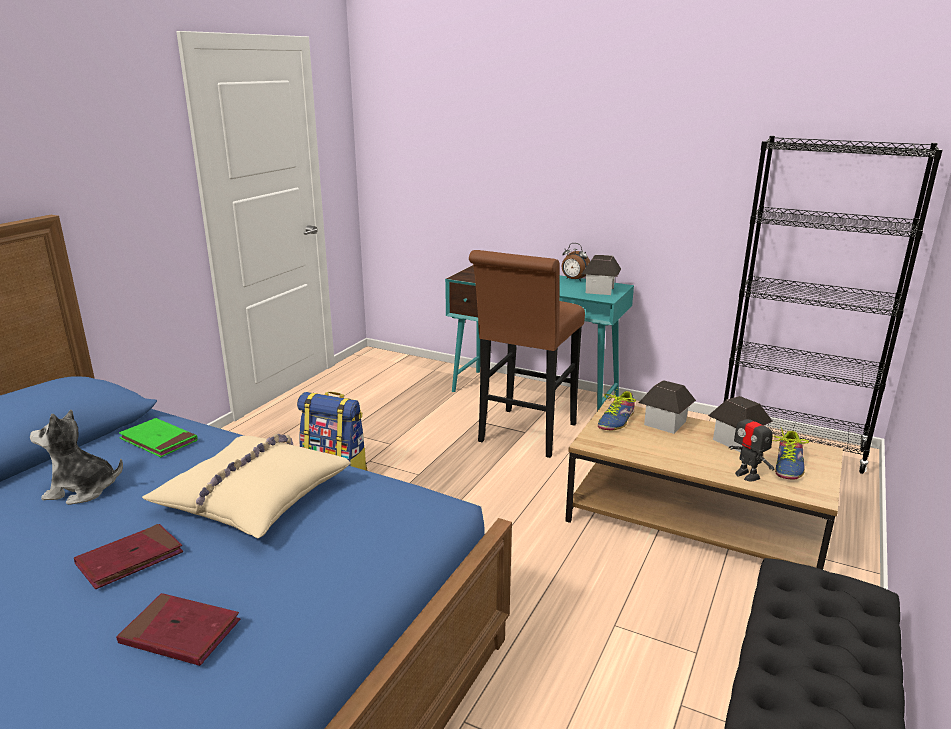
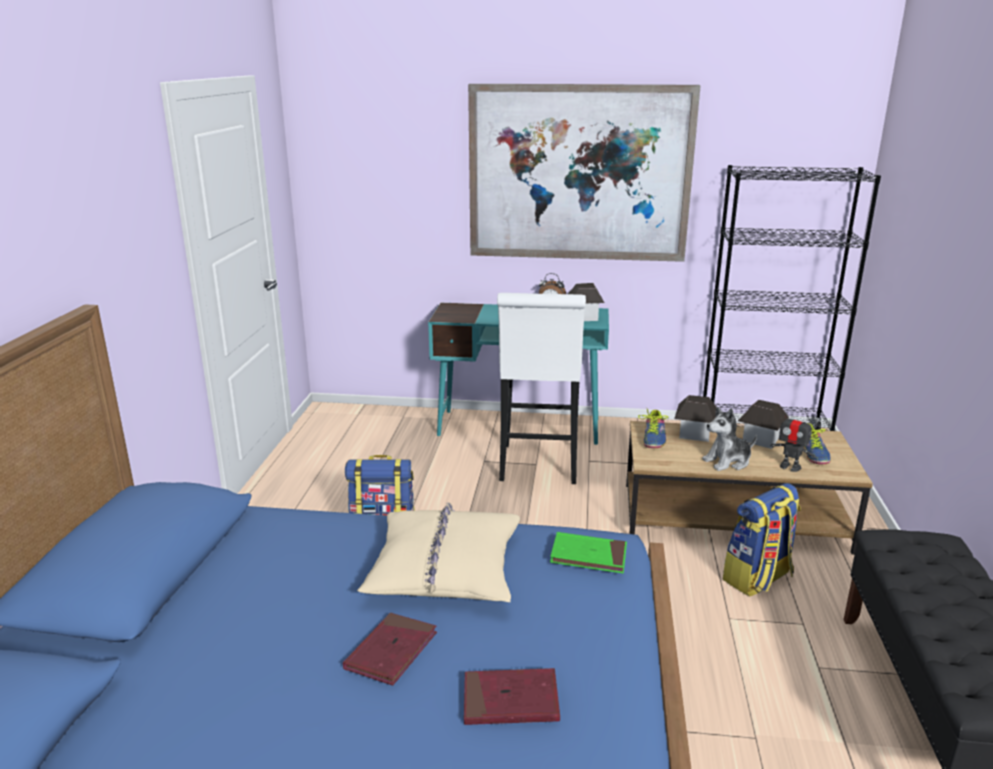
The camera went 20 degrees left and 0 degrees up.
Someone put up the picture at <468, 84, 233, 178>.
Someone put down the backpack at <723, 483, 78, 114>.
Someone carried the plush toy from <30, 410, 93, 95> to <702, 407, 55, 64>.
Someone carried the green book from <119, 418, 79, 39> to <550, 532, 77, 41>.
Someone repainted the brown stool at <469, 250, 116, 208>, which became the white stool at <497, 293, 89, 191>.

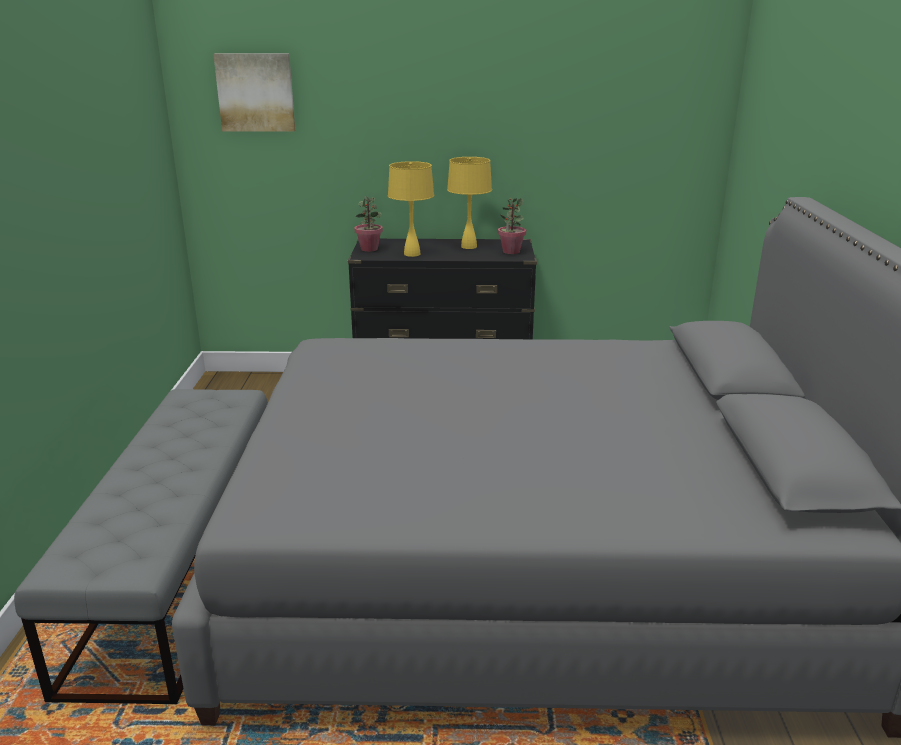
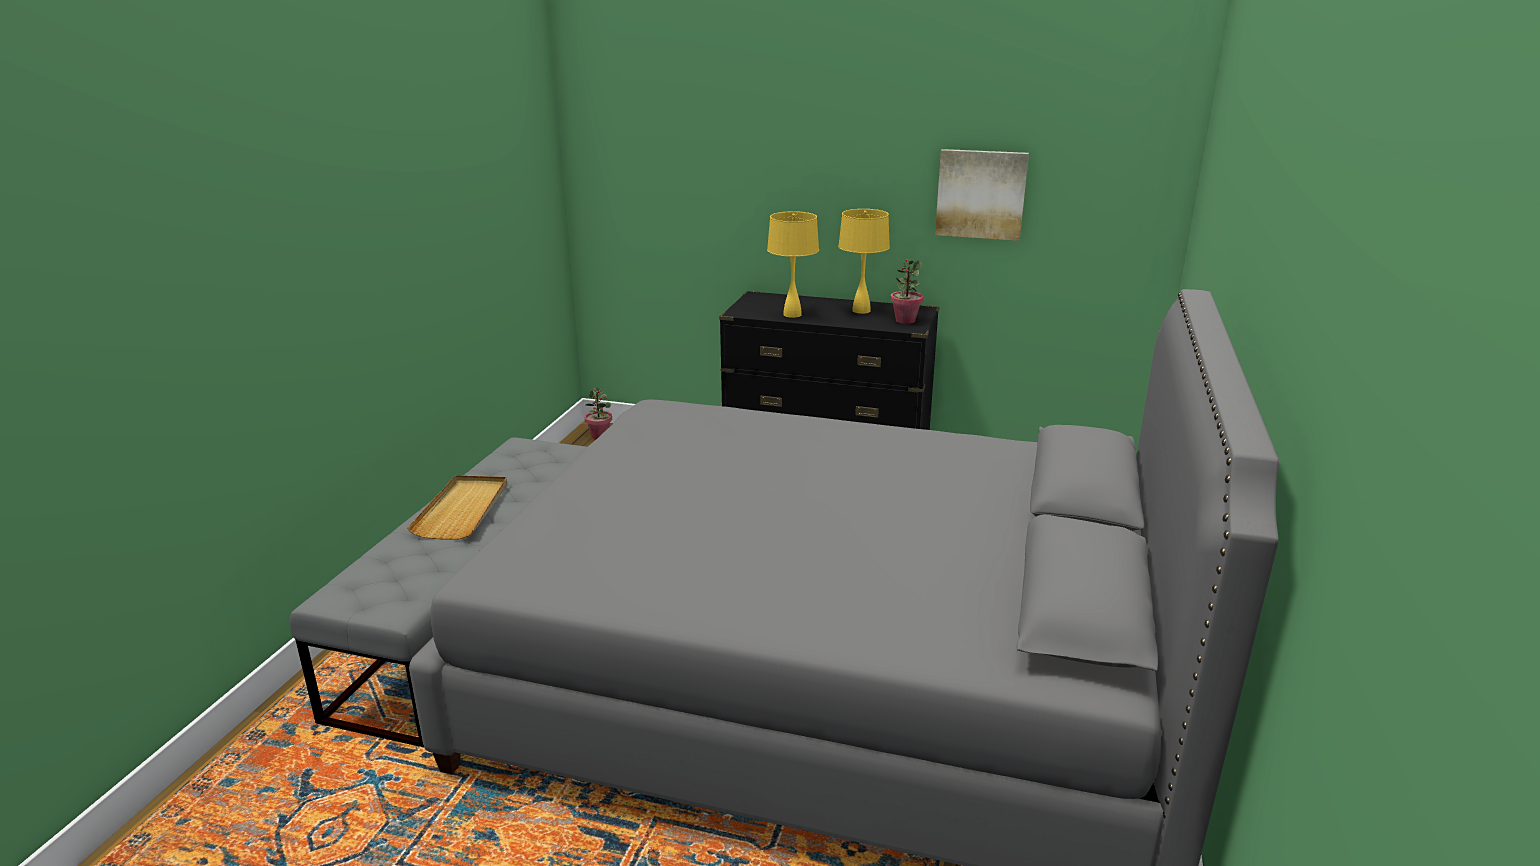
The camera went 15 degrees right and 0 degrees up.
Someone put down the beige tray at <407, 475, 100, 64>.
Someone carried the picture from <213, 53, 82, 79> to <935, 149, 94, 92>.
Someone carried the potted plant from <355, 197, 28, 55> to <585, 387, 27, 52>.

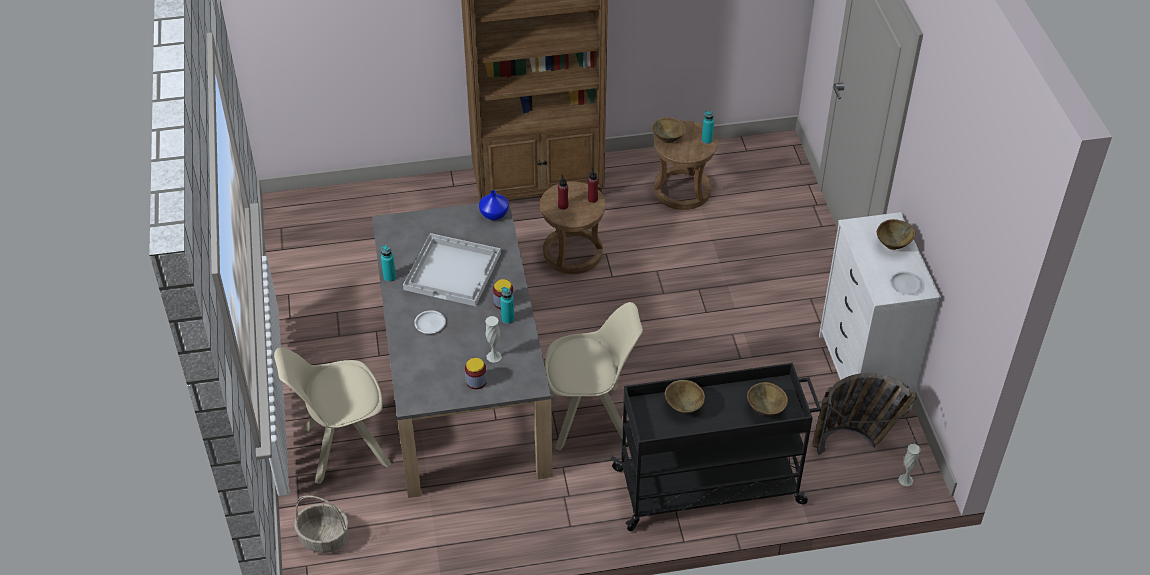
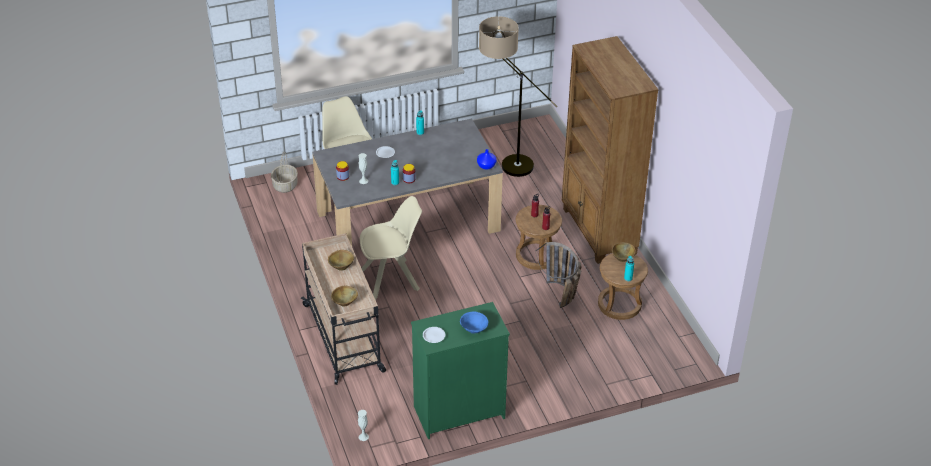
The camera went 80 degrees right and 5 degrees down.
Someone took away the white tray at <403, 233, 98, 73>.
Someone put down the floor lamp at <479, 16, 79, 161>.
Someone carried the basket from <813, 373, 104, 82> to <535, 242, 47, 66>.
Someone repainted the black cart at <610, 363, 211, 168>, which became the beige cart at <301, 233, 85, 152>.
Someone repainted the white dresser at <819, 212, 122, 199>, which became the green dresser at <411, 302, 99, 137>.
Someone repainted the brown bowl at <877, 219, 39, 31>, which became the blue bowl at <460, 311, 28, 22>.
Someone rotated the beige chair at <545, 302, 98, 148> by 90 degrees counterclockwise.

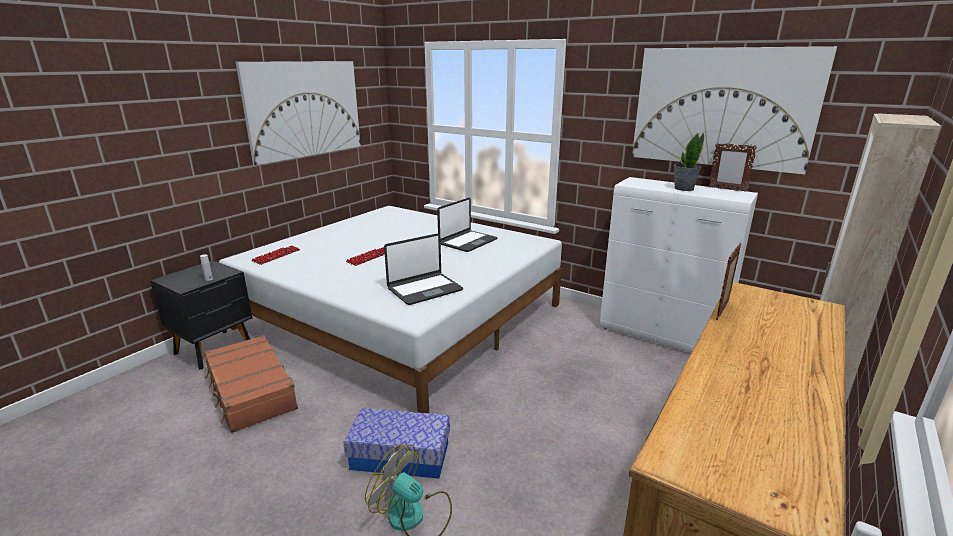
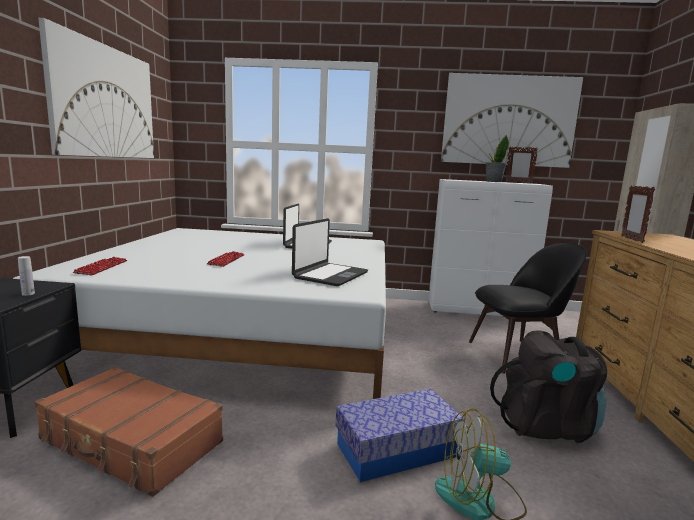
The camera went 30 degrees left and 10 degrees down.
Someone put down the black chair at <469, 242, 118, 132>.
Someone put down the black backpack at <490, 330, 117, 113>.

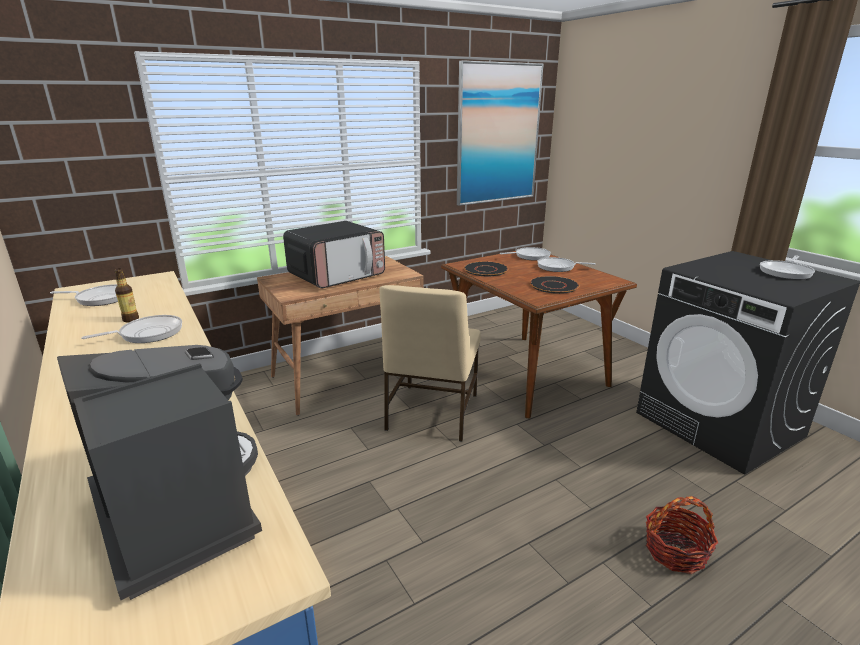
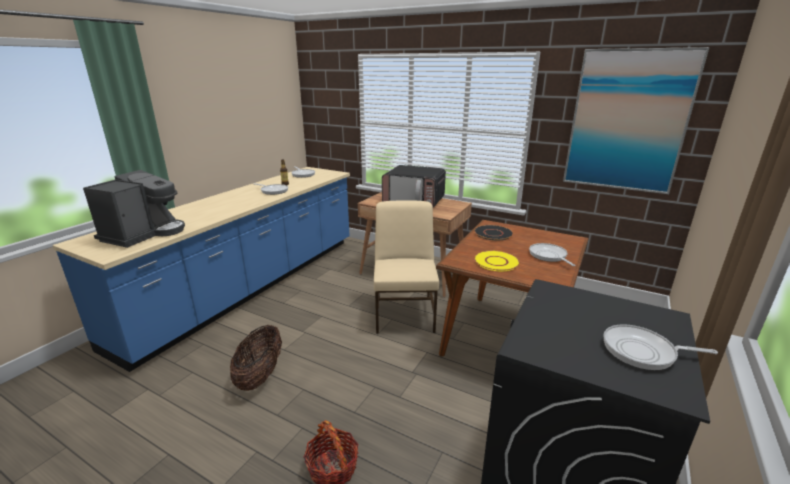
The camera went 60 degrees right and 0 degrees up.
Someone took away the frying pan at <500, 247, 51, 14>.
Someone put down the basket at <230, 325, 52, 66>.
Someone repainted the black plate at <530, 276, 50, 18>, which became the yellow plate at <474, 251, 46, 20>.
Someone rotated the beige chair at <379, 285, 102, 157> by 105 degrees clockwise.

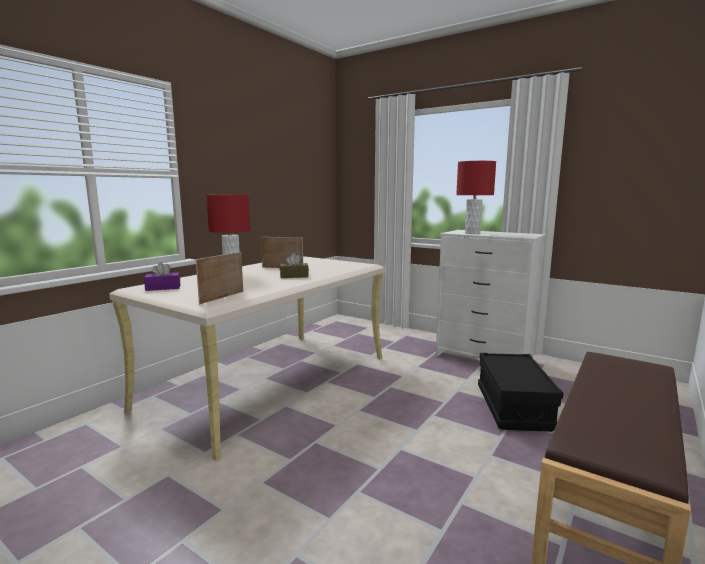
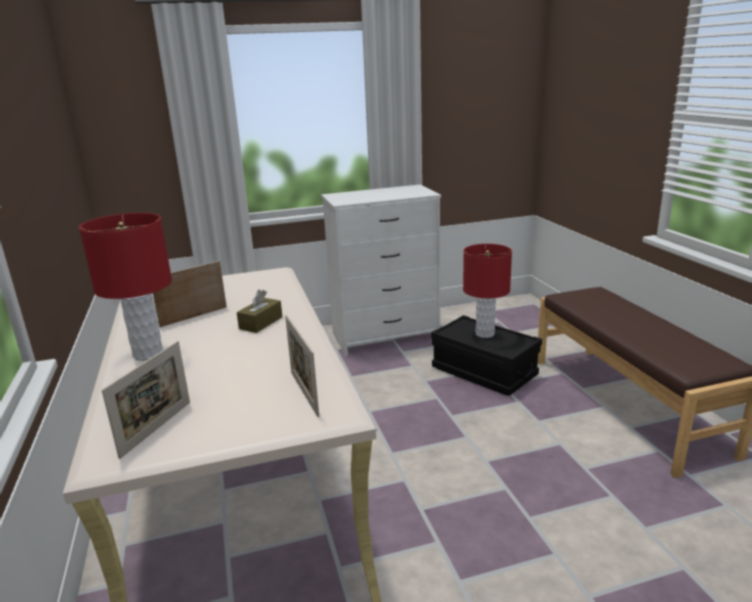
The camera went 50 degrees left and 10 degrees up.
Someone carried the red table lamp from <456, 161, 40, 73> to <463, 244, 49, 94>.
Someone swapped the purple tissue box at <144, 262, 36, 29> for the picture frame at <102, 341, 88, 118>.

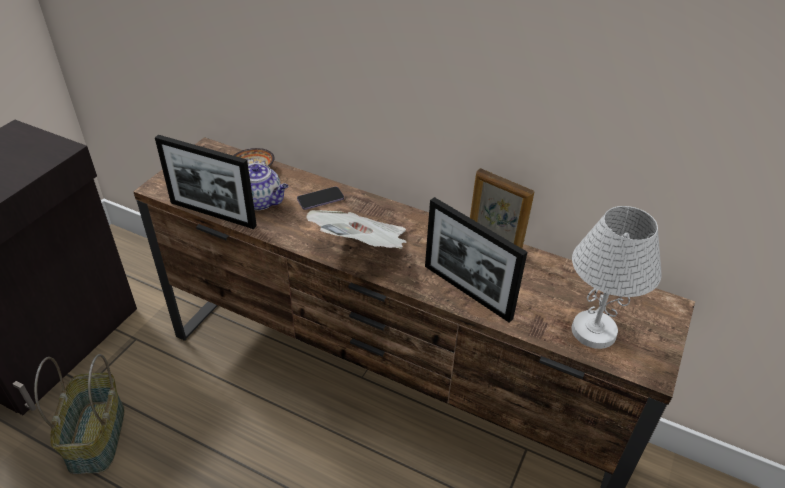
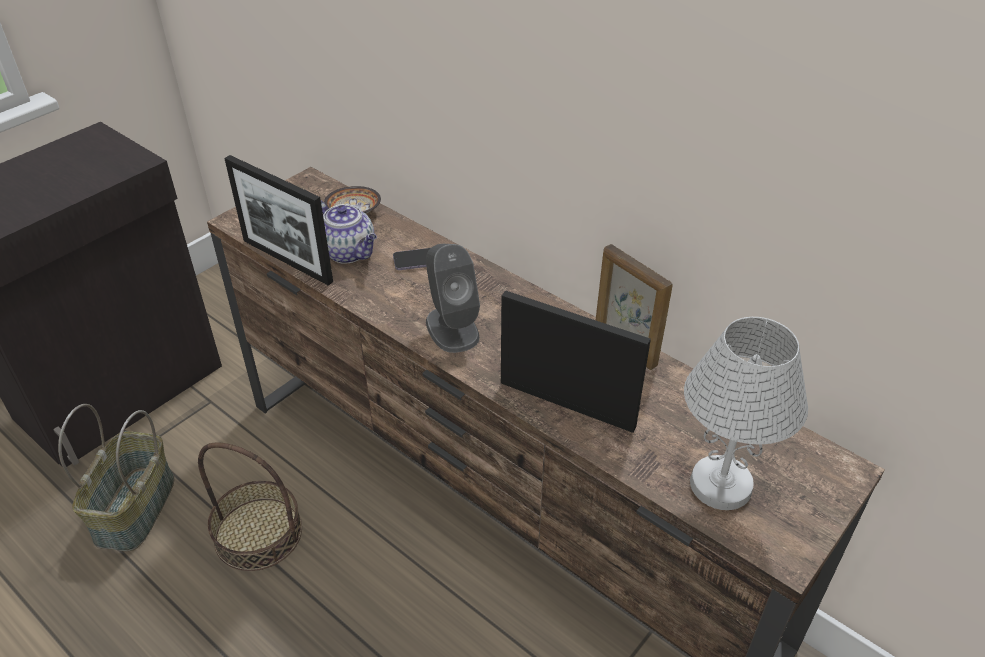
The camera went 15 degrees right and 0 degrees up.
Someone put down the basket at <198, 442, 104, 129>.
Someone swapped the newspaper at <306, 210, 100, 39> for the grey speaker at <426, 244, 54, 109>.
Someone rotated the picture frame at <425, 197, 102, 126> by 150 degrees clockwise.

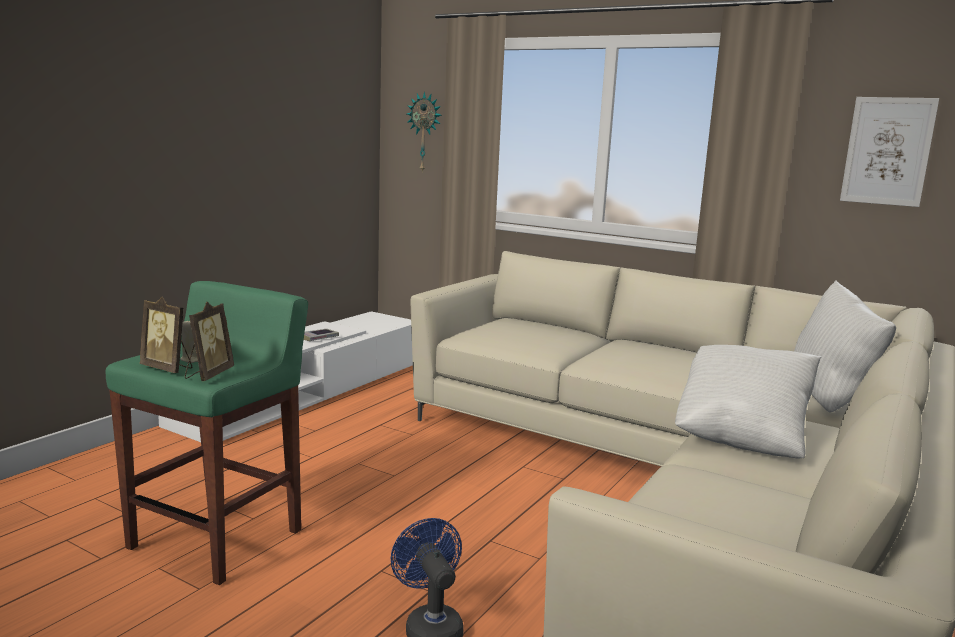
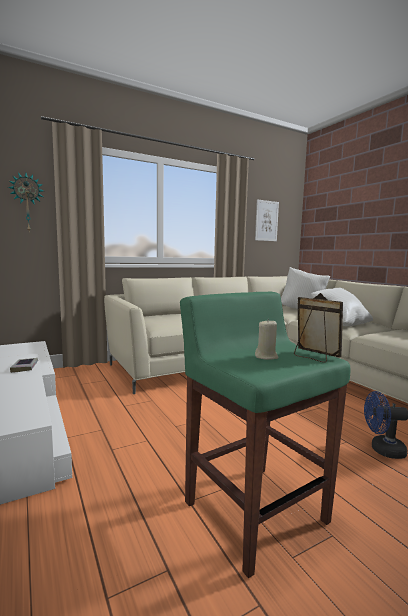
The camera went 60 degrees left and 5 degrees down.
Someone took away the picture frame at <140, 296, 52, 77>.

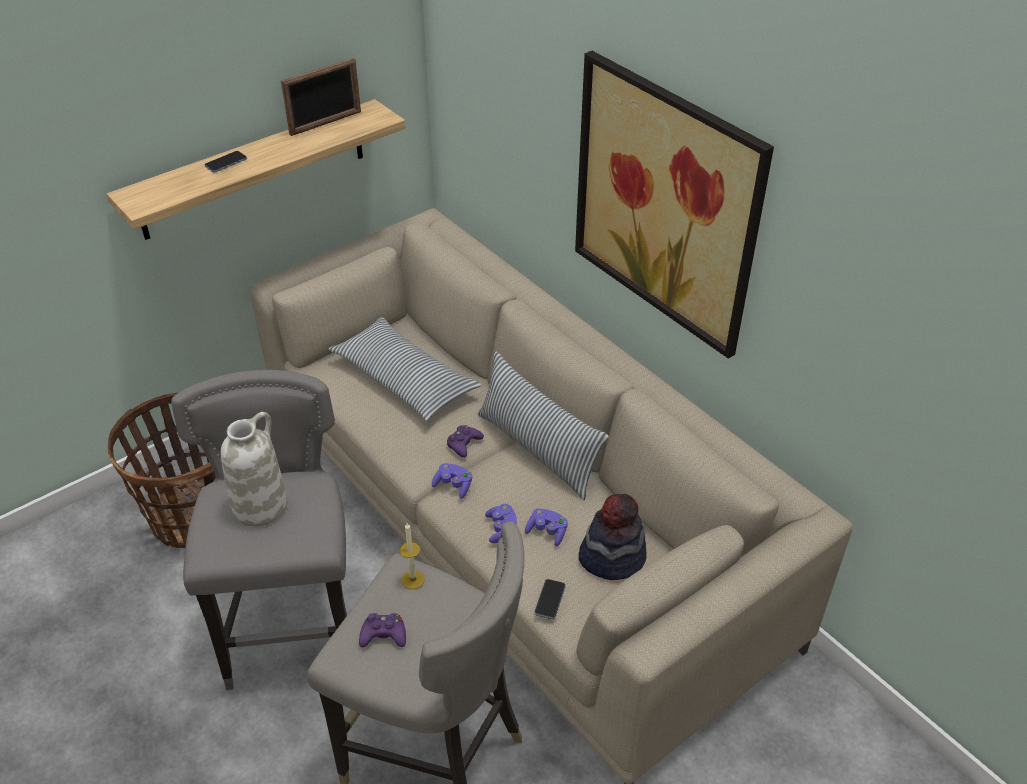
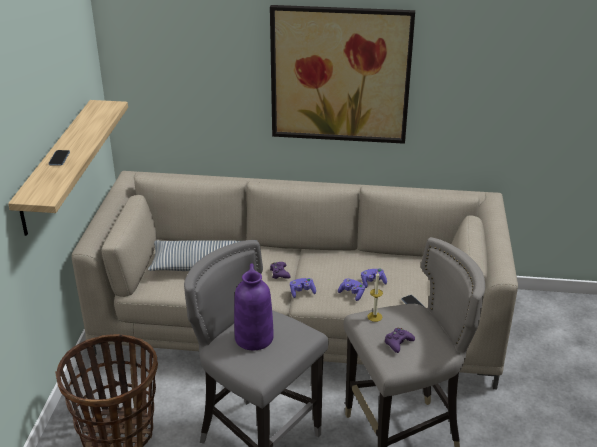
The camera went 45 degrees left and 10 degrees down.
Someone took away the picture frame at <281, 58, 80, 78>.
Someone took away the pillow at <478, 352, 131, 148>.
Someone took away the hat at <579, 494, 68, 86>.
Someone repainted the white vase at <221, 412, 67, 115>, which became the purple vase at <234, 263, 40, 87>.

